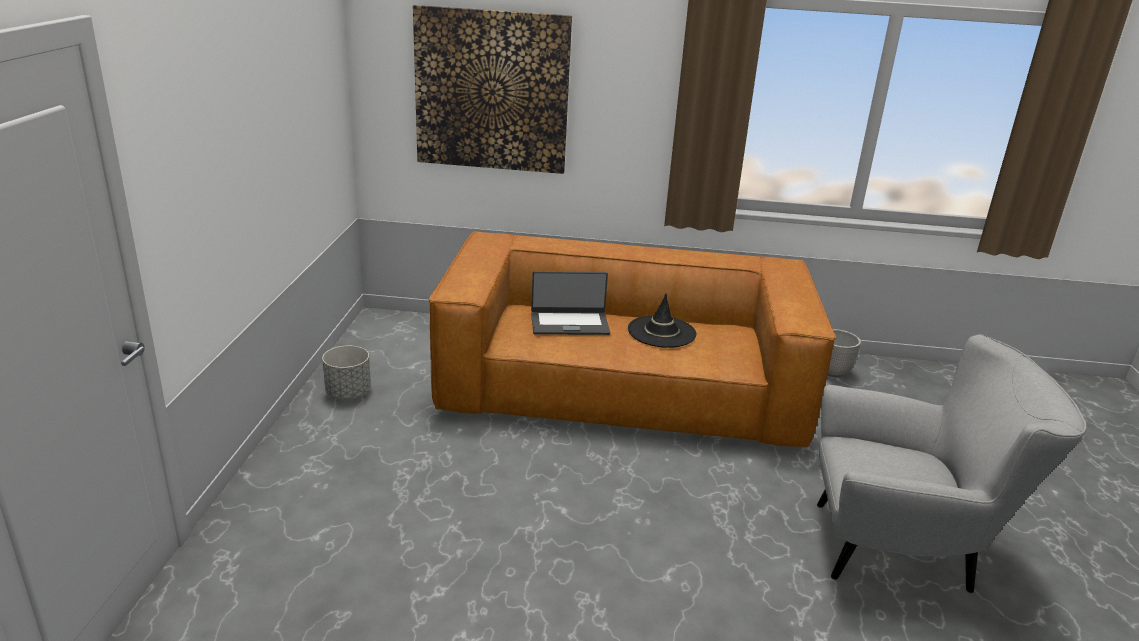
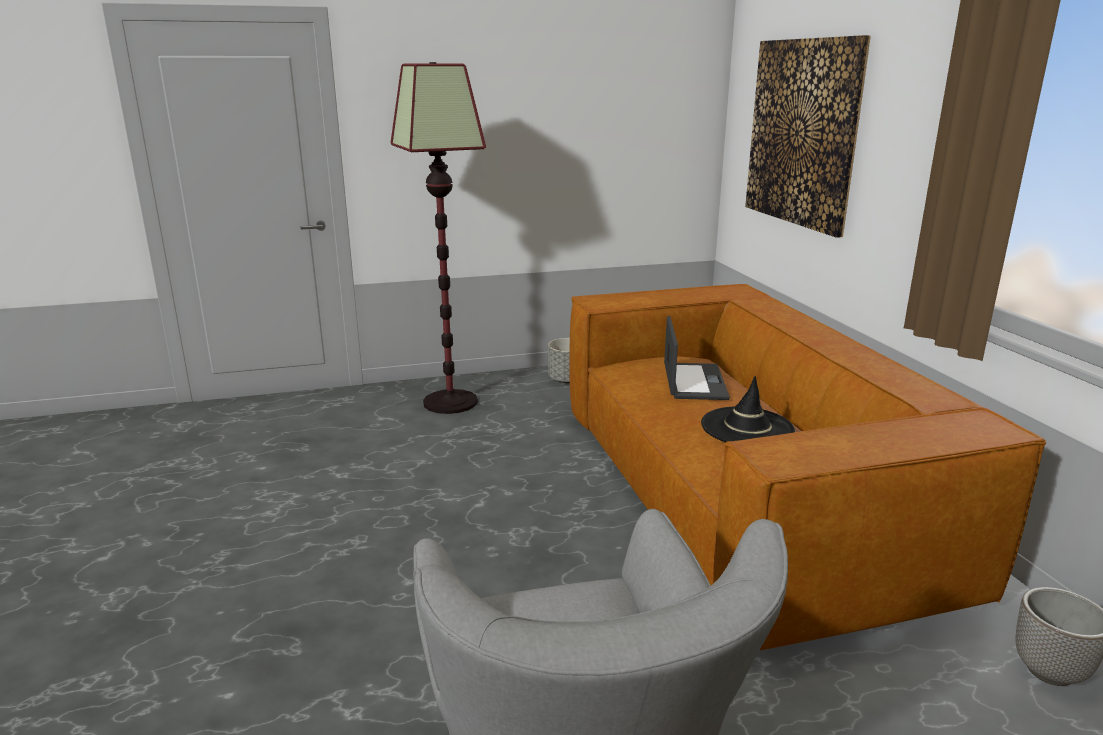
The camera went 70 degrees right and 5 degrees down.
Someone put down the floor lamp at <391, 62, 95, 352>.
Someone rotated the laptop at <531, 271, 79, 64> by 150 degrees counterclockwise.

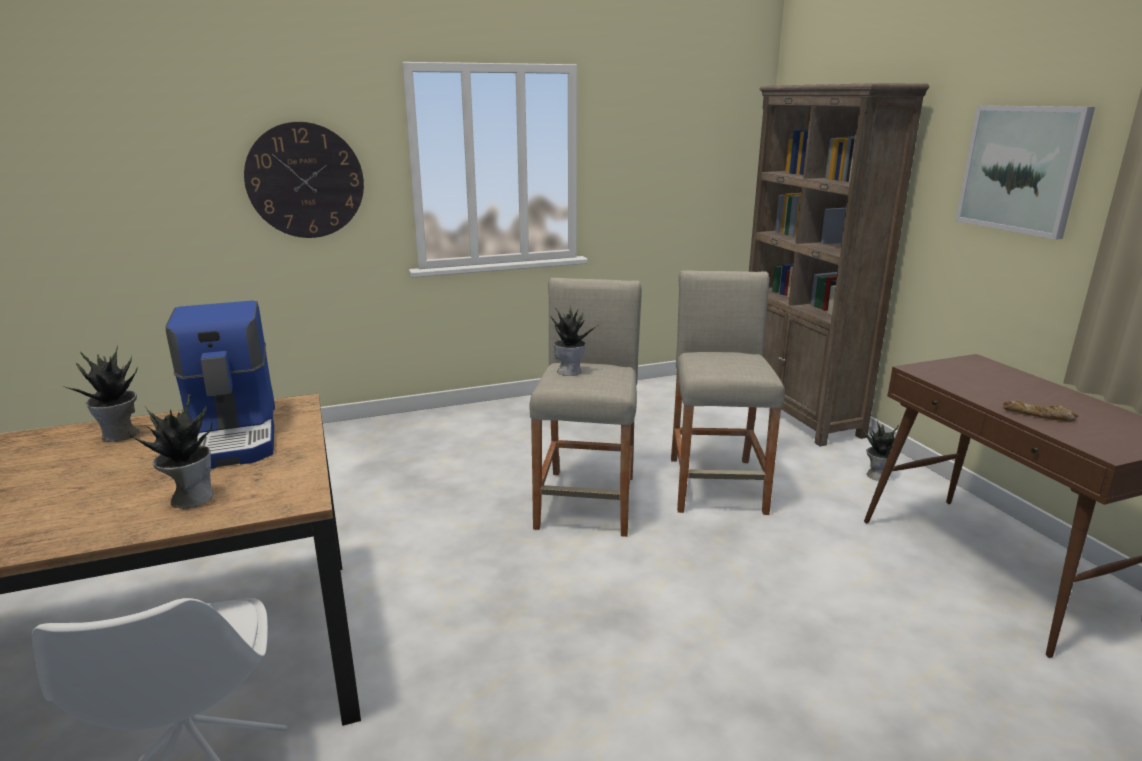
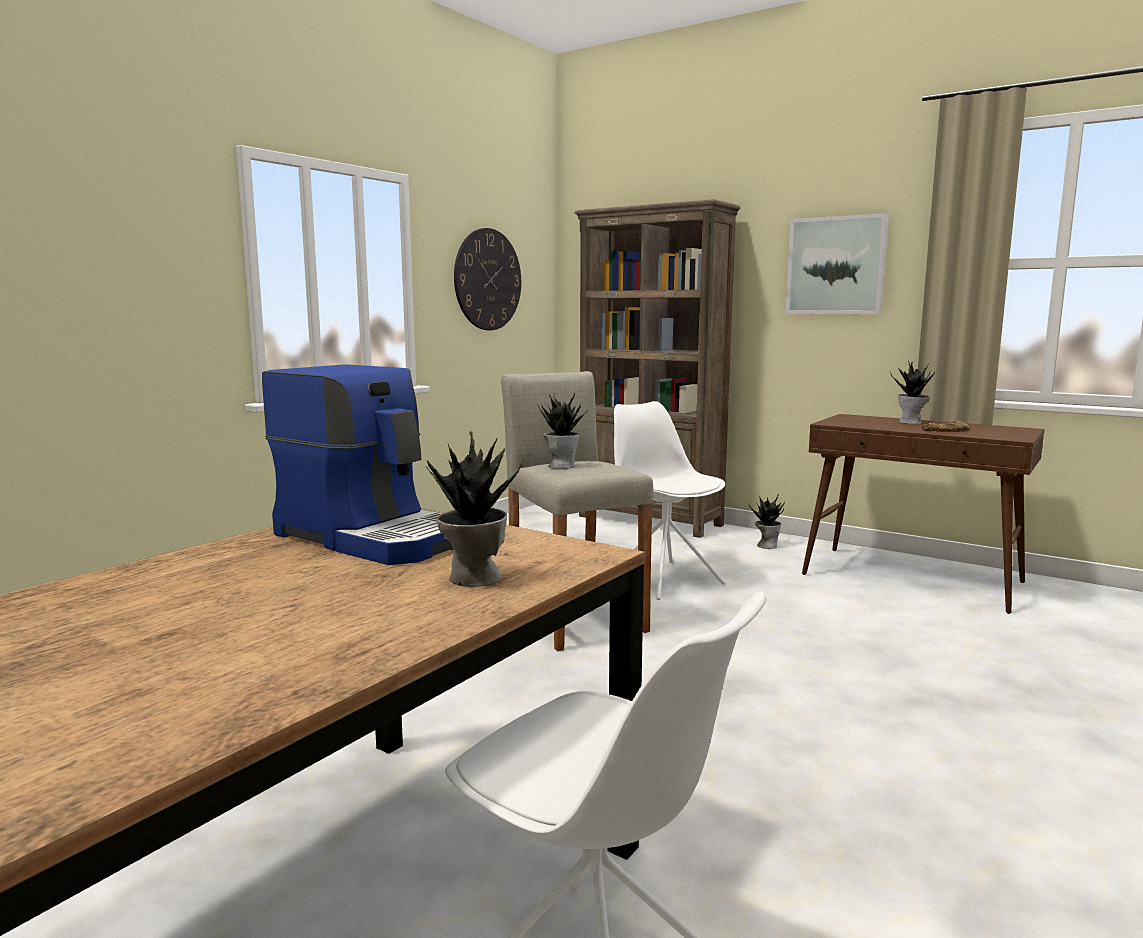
The camera went 35 degrees left and 10 degrees down.
Someone carried the potted plant from <64, 345, 75, 97> to <891, 360, 44, 64>.
Someone carried the wall clock from <244, 122, 120, 116> to <454, 228, 67, 102>.
Someone swapped the beige stool at <671, 270, 114, 245> for the white chair at <614, 401, 111, 199>.

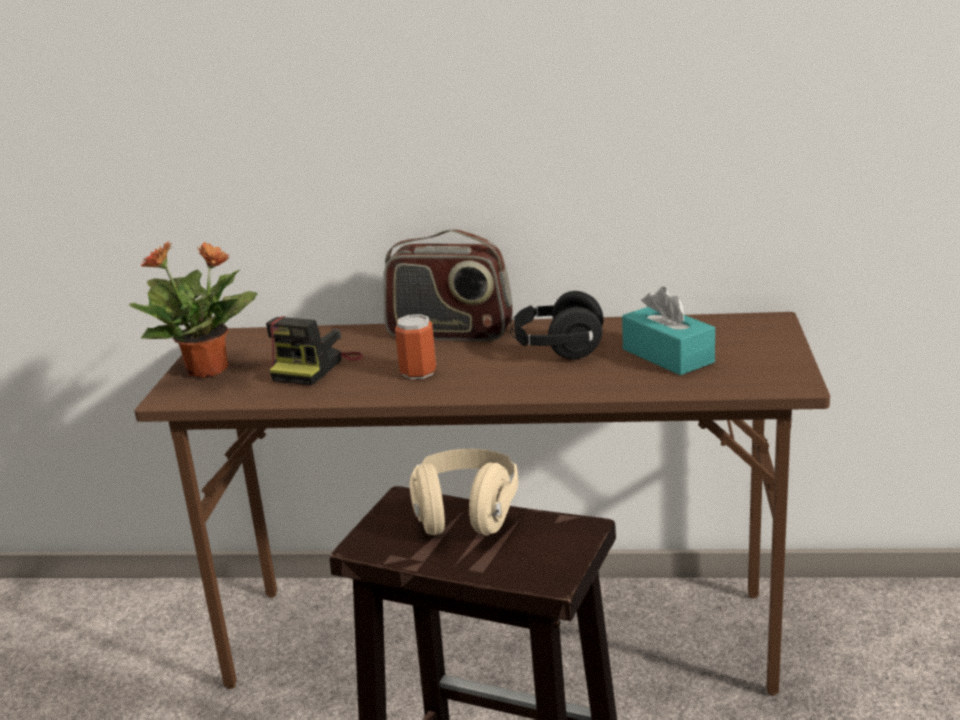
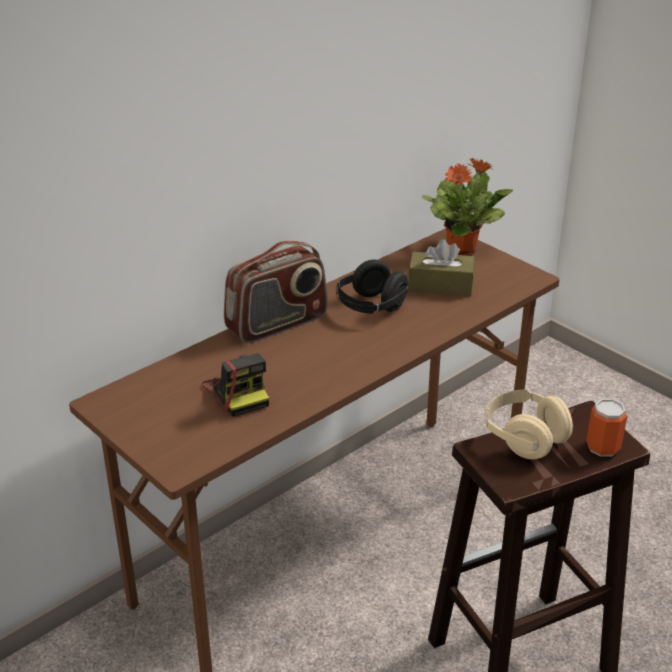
The camera went 50 degrees left and 10 degrees up.
Someone carried the potted plant from <129, 241, 128, 137> to <422, 158, 91, 97>.
Someone carried the can from <395, 314, 41, 65> to <586, 399, 41, 58>.
Someone repainted the turquoise tissue box at <622, 287, 93, 88>, which became the brown tissue box at <408, 239, 66, 57>.

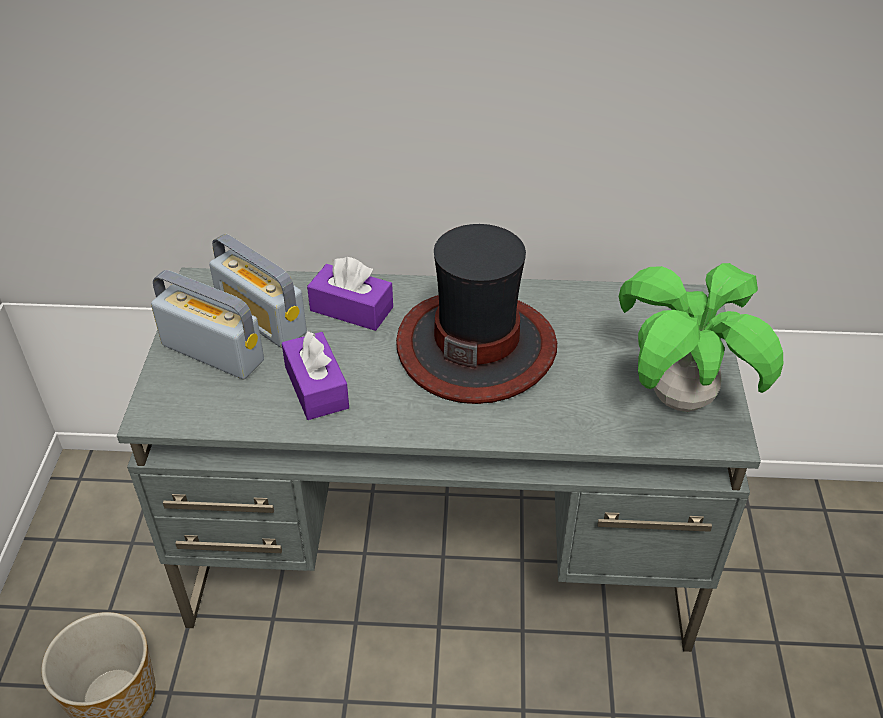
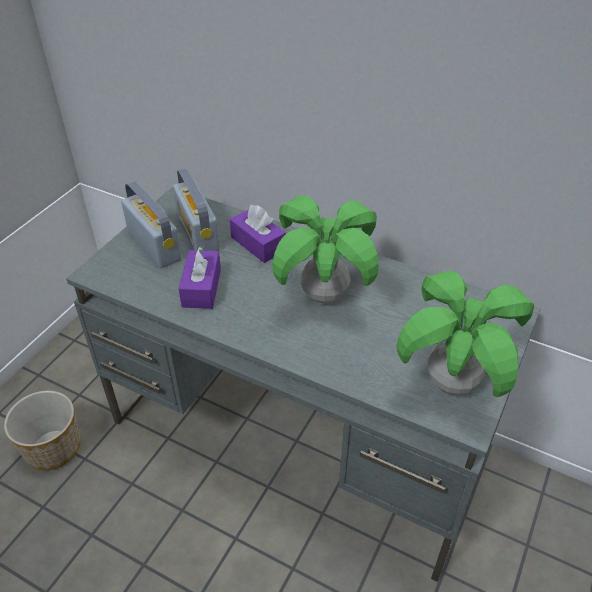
The camera went 25 degrees right and 0 degrees up.
Someone swapped the hat at <396, 224, 161, 180> for the potted plant at <272, 196, 106, 108>.

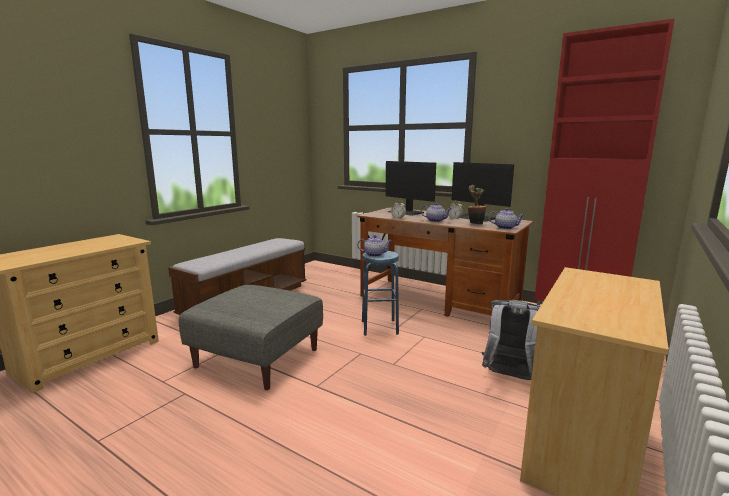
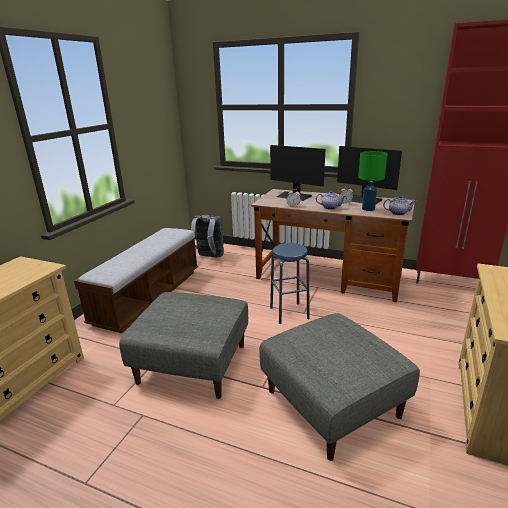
The camera went 10 degrees left and 10 degrees up.
Someone took away the teapot at <357, 235, 35, 22>.
Someone put down the grey ottoman at <259, 313, 161, 148>.
Someone carried the grey backpack from <482, 300, 58, 80> to <191, 215, 33, 42>.
Someone swapped the potted plant at <468, 185, 18, 40> for the green table lamp at <358, 151, 29, 60>.

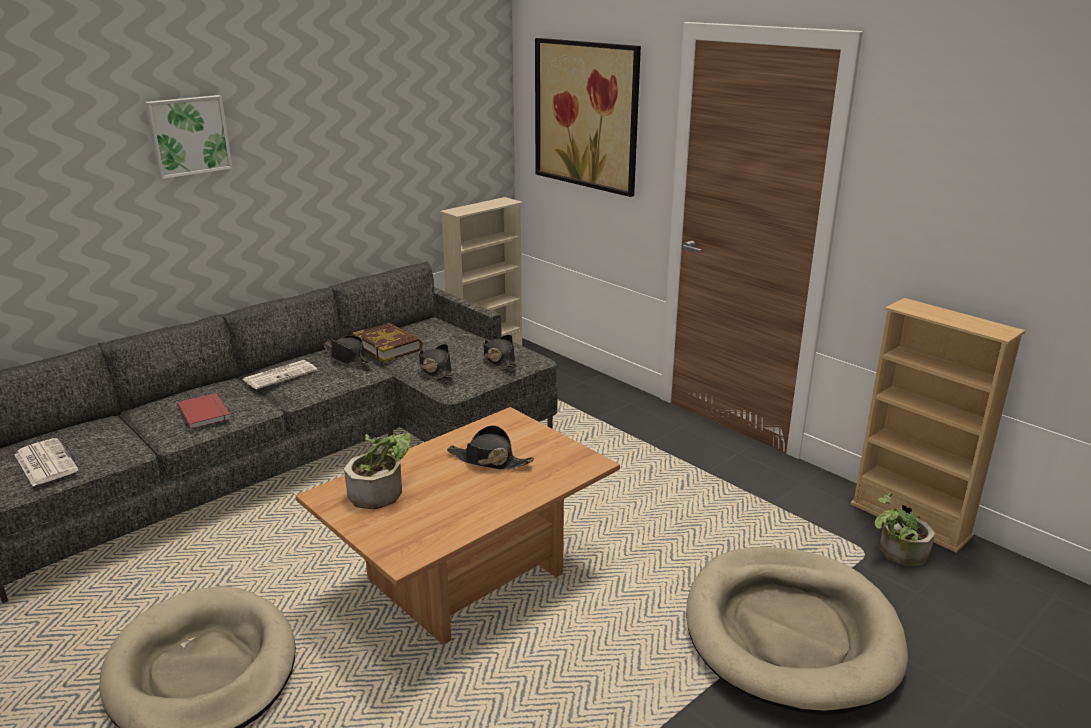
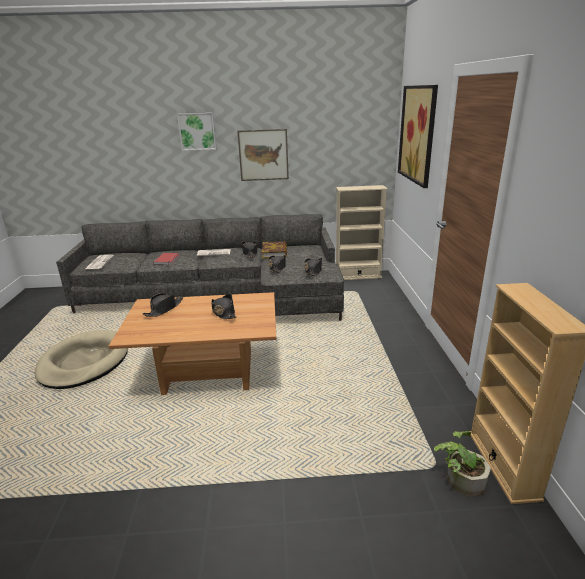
The camera went 40 degrees right and 0 degrees up.
Someone took away the beige dog bed at <686, 547, 222, 168>.
Someone put up the picture at <237, 129, 52, 52>.
Someone swapped the potted plant at <344, 433, 66, 77> for the black hat at <142, 293, 41, 24>.

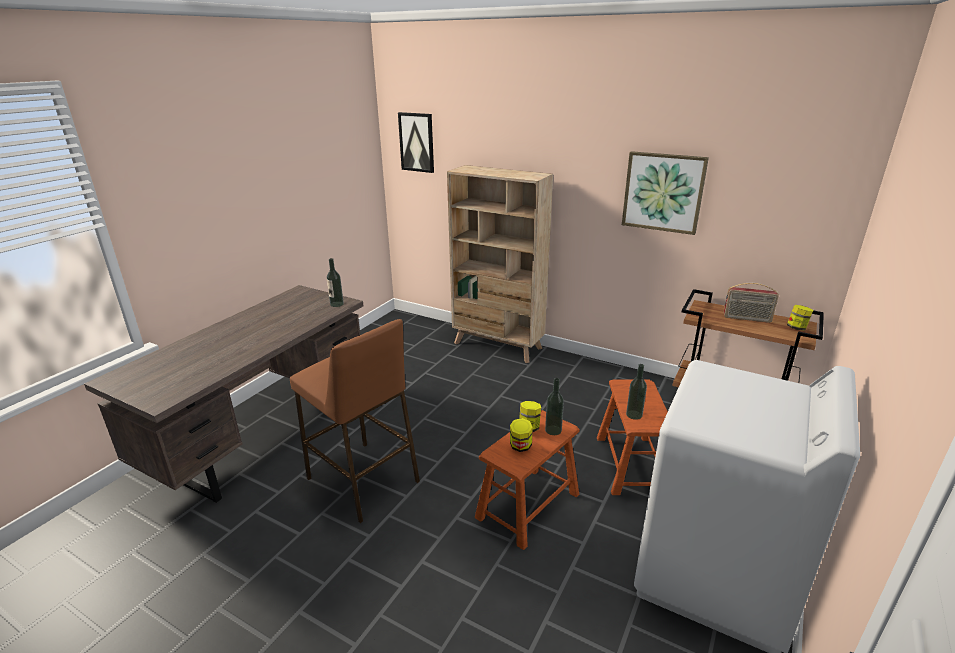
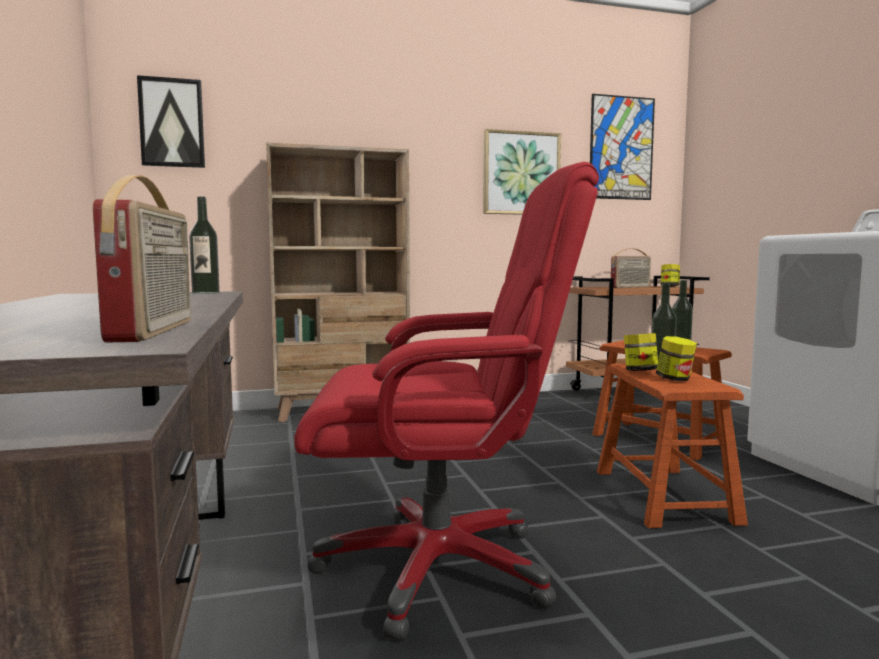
The camera went 45 degrees left and 20 degrees down.
Someone put down the radio at <93, 175, 98, 168>.
Someone put up the picture at <590, 94, 65, 106>.
Someone swapped the brown stool at <290, 319, 130, 204> for the red office chair at <294, 162, 305, 478>.

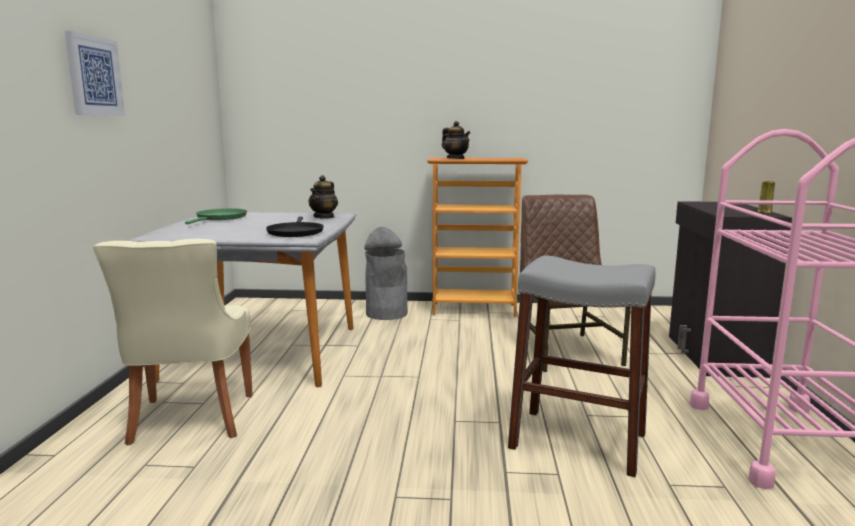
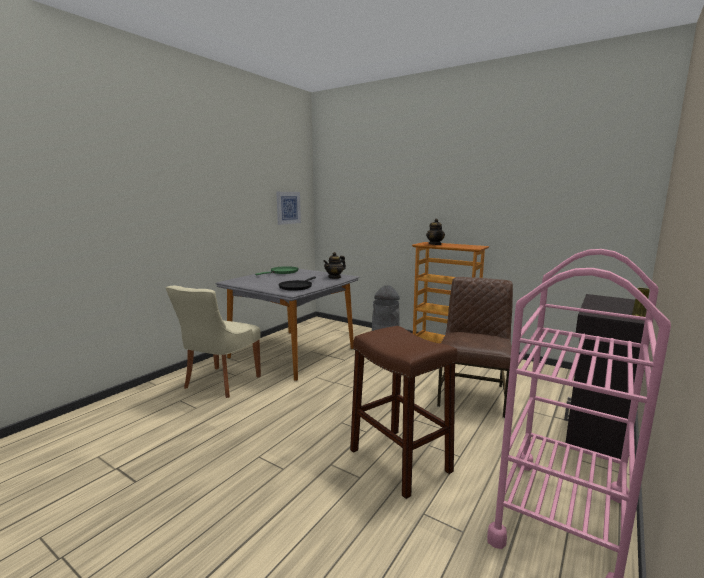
The camera went 30 degrees right and 0 degrees up.
Someone carried the picture from <65, 31, 60, 85> to <276, 192, 25, 33>.
Someone repainted the grey stool at <508, 255, 148, 222>, which became the brown stool at <350, 326, 108, 173>.

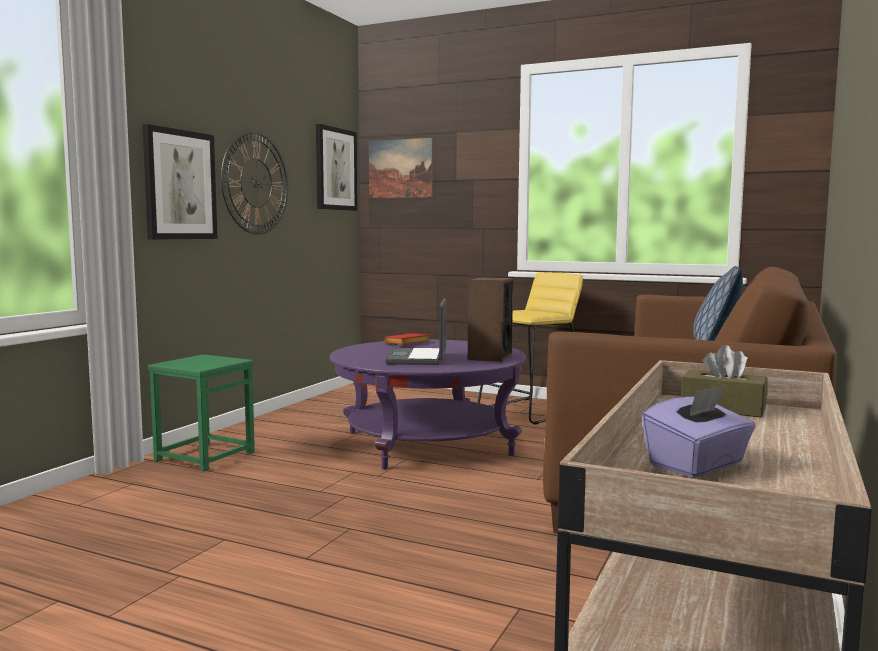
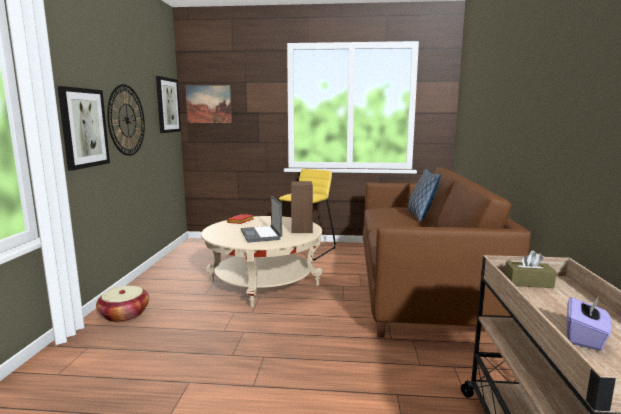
The camera went 20 degrees left and 5 degrees up.
Someone swapped the green stool at <148, 354, 107, 117> for the basket at <96, 286, 53, 36>.
Someone repainted the purple coffee table at <330, 340, 196, 130>, which became the beige coffee table at <201, 216, 122, 91>.

